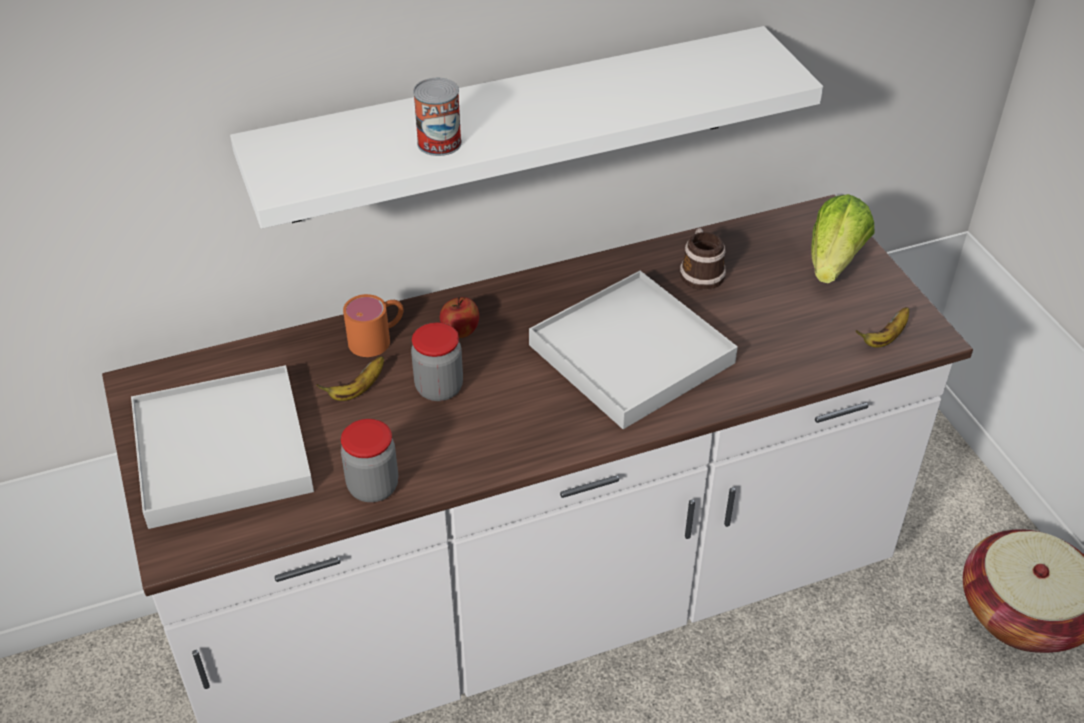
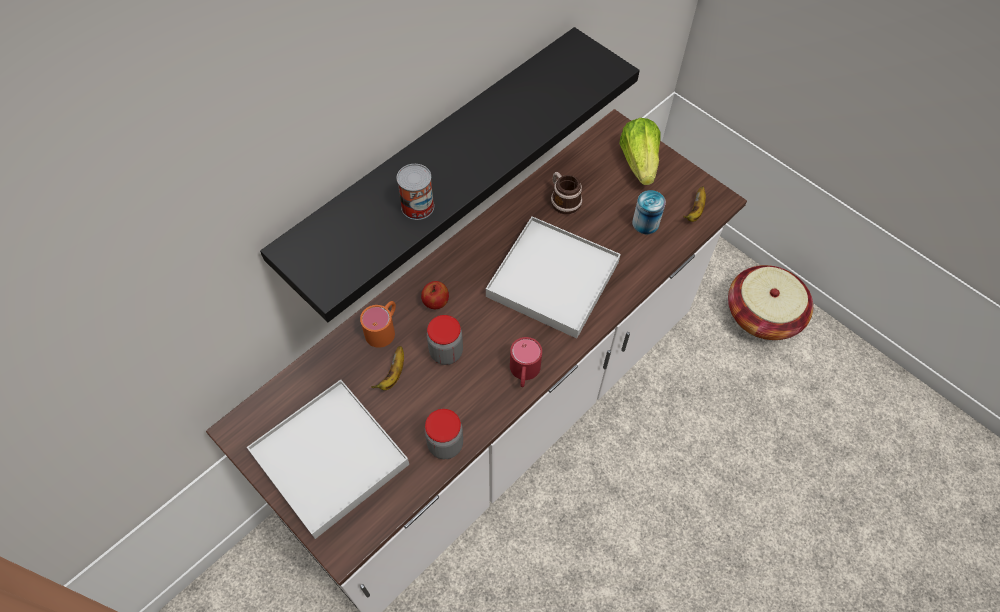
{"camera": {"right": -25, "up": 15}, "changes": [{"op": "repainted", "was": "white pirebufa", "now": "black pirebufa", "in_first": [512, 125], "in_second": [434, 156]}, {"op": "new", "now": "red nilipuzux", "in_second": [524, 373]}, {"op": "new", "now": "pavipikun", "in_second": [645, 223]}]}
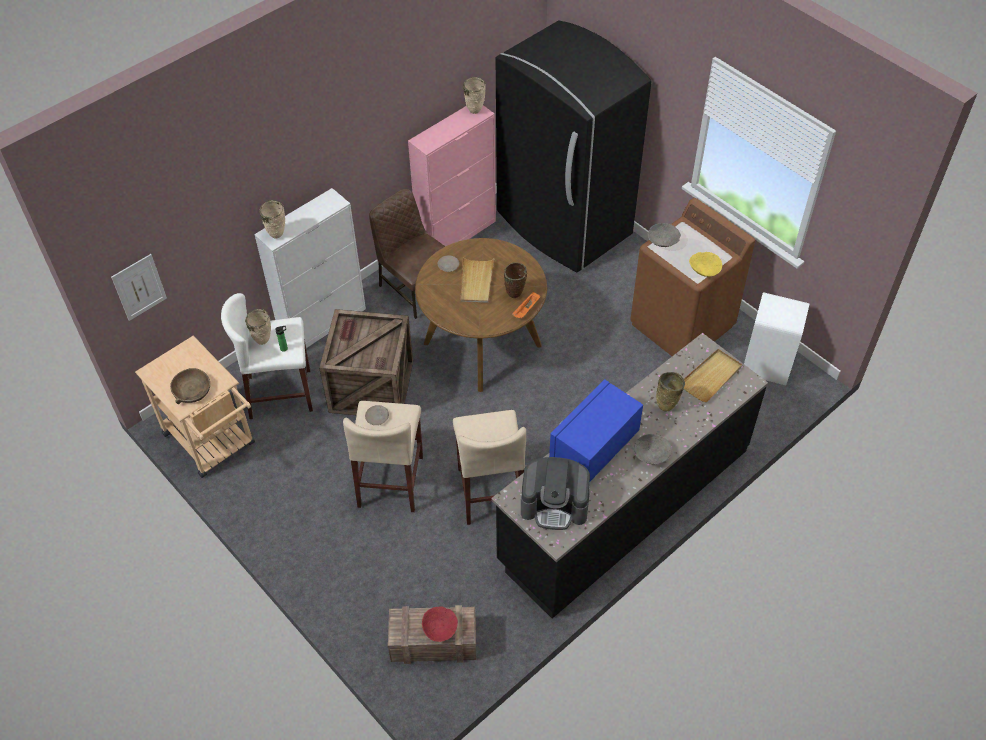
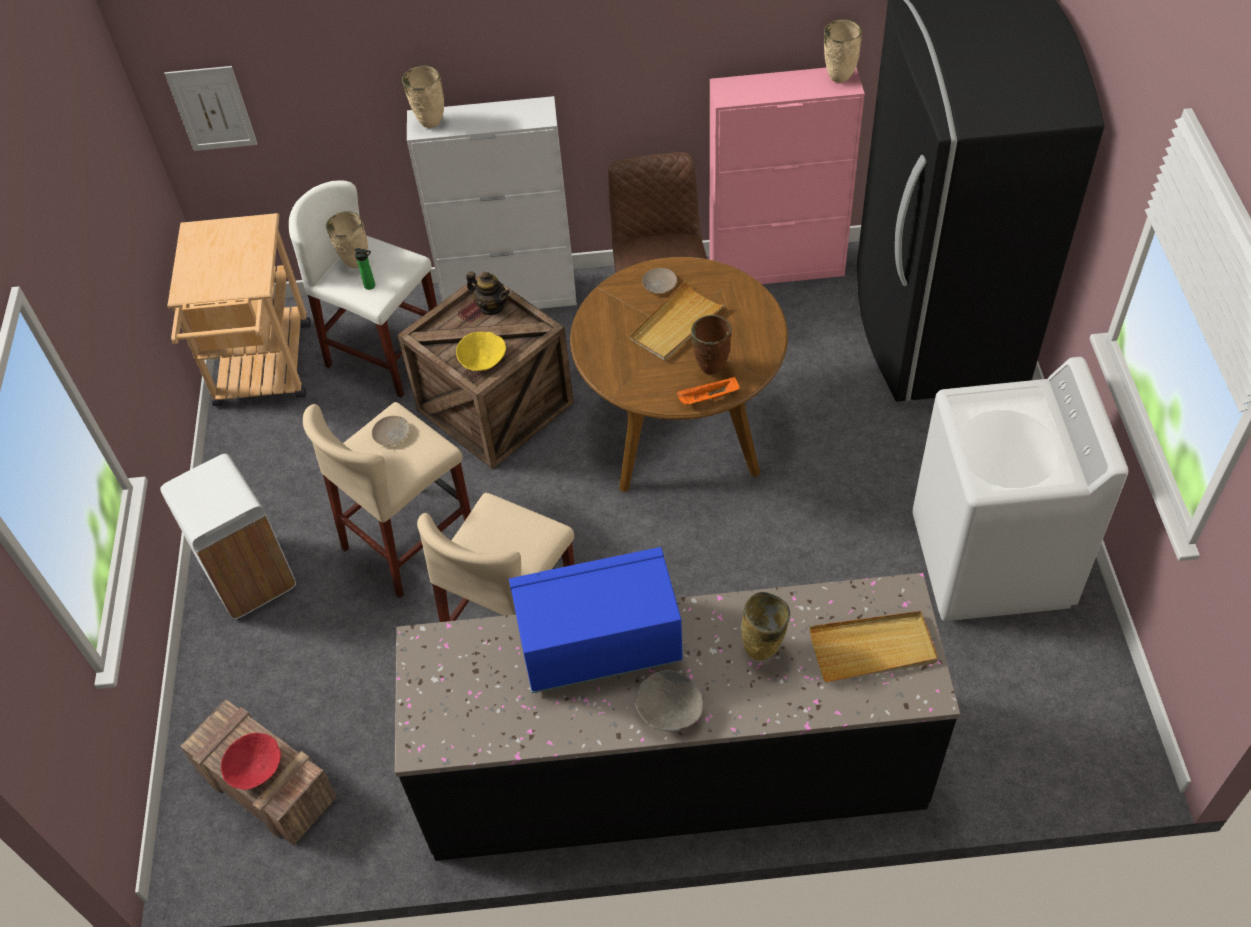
{"camera": {"right": 40, "up": 0}, "changes": [{"op": "gone", "was": "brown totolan", "in_first": [192, 390]}, {"op": "gone", "was": "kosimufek", "in_first": [555, 504]}, {"op": "repainted", "was": "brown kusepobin", "now": "white kusepobin", "in_first": [682, 325], "in_second": [991, 562]}, {"op": "gone", "was": "grey totolan", "in_first": [663, 242]}, {"op": "shifted", "was": "yellow totolan", "in_first": [704, 270], "in_second": [482, 361]}, {"op": "shifted", "was": "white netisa", "in_first": [767, 366], "in_second": [249, 578]}, {"op": "new", "now": "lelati", "in_second": [491, 307]}]}
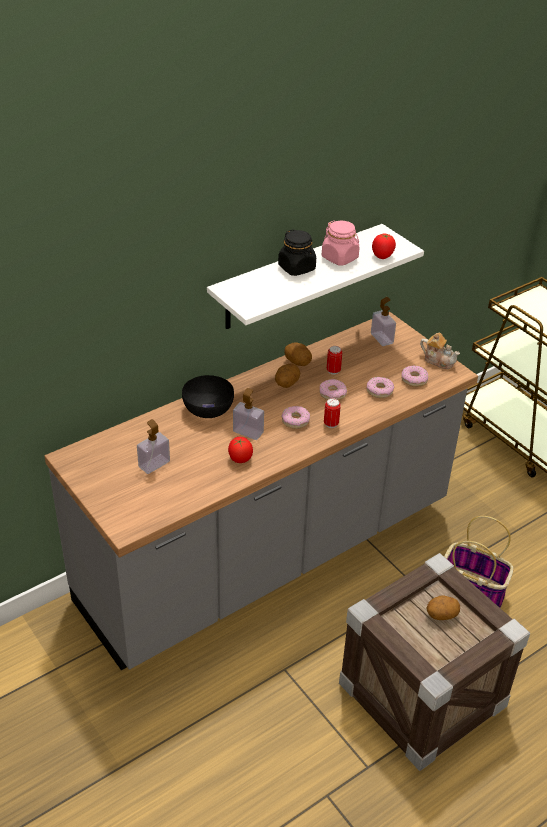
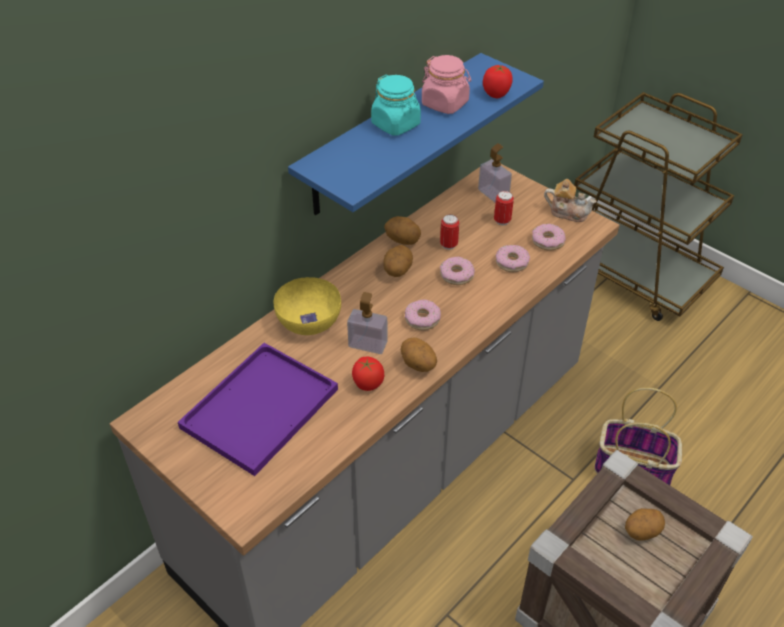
{"camera": {"right": -10, "up": 5}, "changes": [{"op": "swapped", "was": "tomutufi", "now": "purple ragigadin", "in_first": [154, 464], "in_second": [259, 411]}, {"op": "repainted", "was": "black totolan", "now": "yellow totolan", "in_first": [207, 409], "in_second": [308, 321]}, {"op": "repainted", "was": "white pirebufa", "now": "blue pirebufa", "in_first": [297, 277], "in_second": [391, 135]}, {"op": "repainted", "was": "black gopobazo", "now": "turquoise gopobazo", "in_first": [297, 268], "in_second": [396, 124]}, {"op": "shifted", "was": "pavipikun", "in_first": [331, 424], "in_second": [502, 221]}, {"op": "new", "now": "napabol", "in_second": [417, 365]}]}
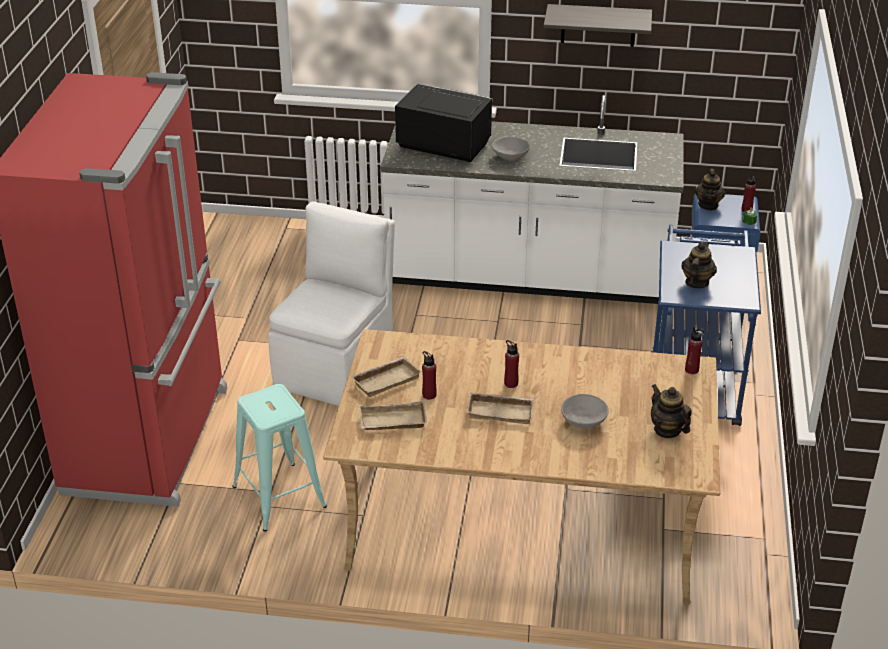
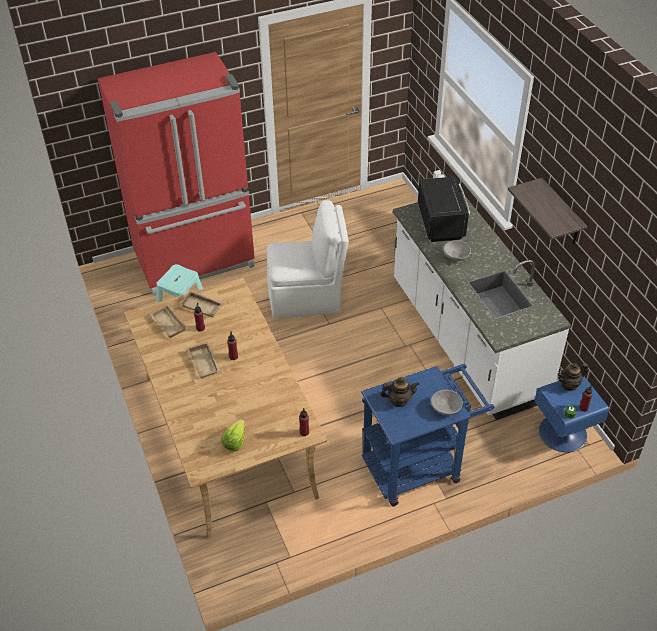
{"camera": {"right": 60, "up": 10}, "changes": [{"op": "shifted", "was": "grey totolan", "in_first": [583, 421], "in_second": [445, 408]}, {"op": "swapped", "was": "lelati", "now": "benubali", "in_first": [667, 430], "in_second": [235, 441]}]}
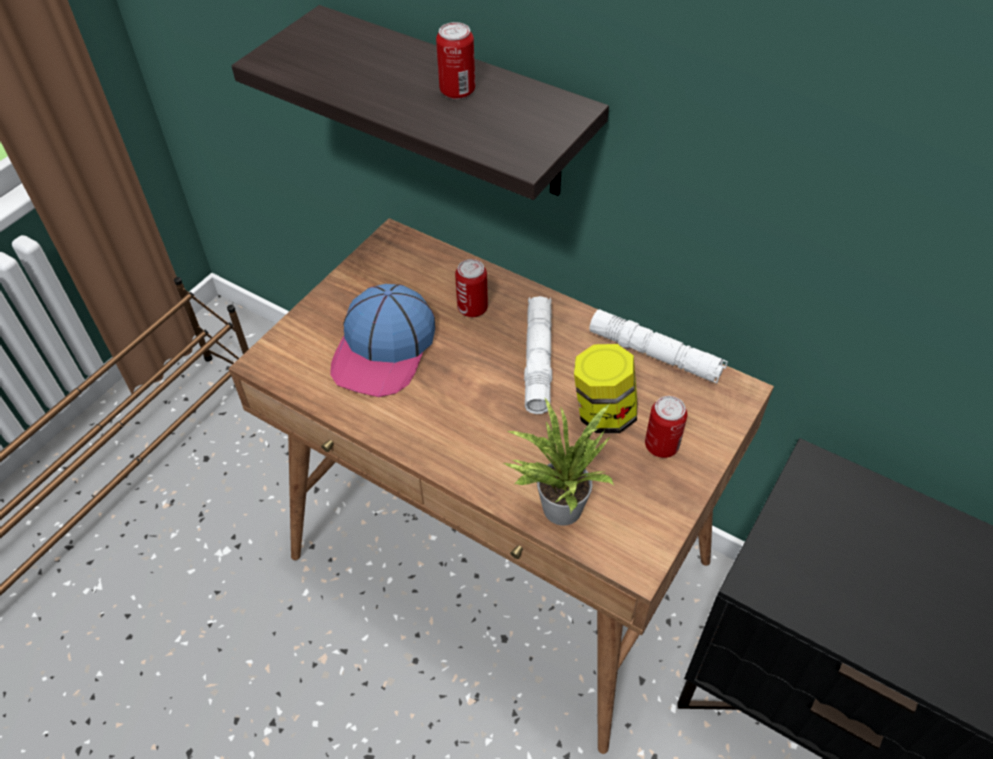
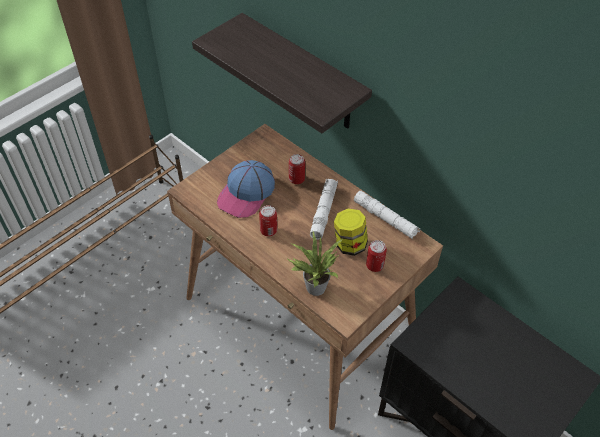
{"camera": {"right": 10, "up": 0}, "changes": [{"op": "shifted", "was": "pavipikun", "in_first": [457, 91], "in_second": [268, 230]}]}
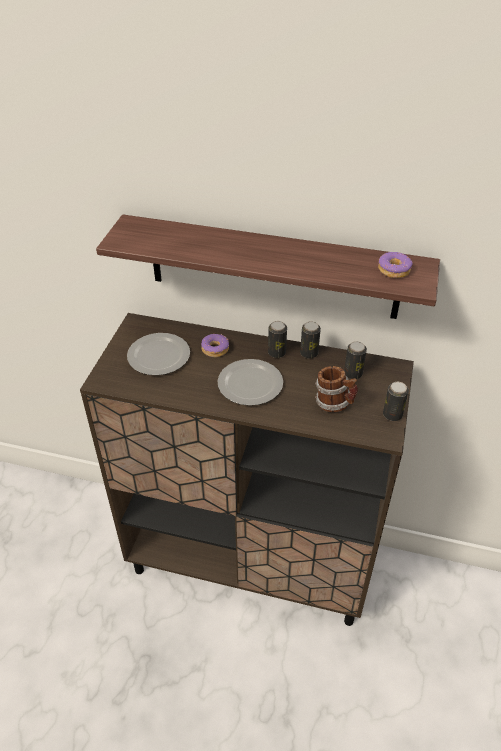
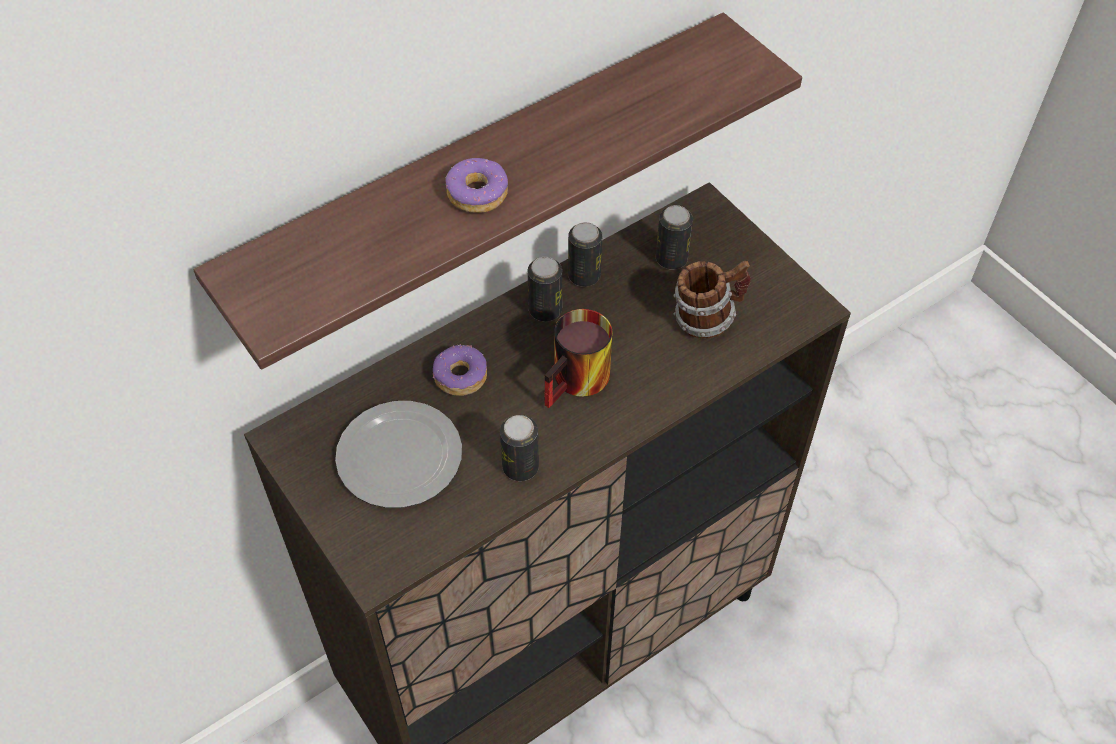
{"camera": {"right": -50, "up": 10}, "changes": [{"op": "swapped", "was": "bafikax", "now": "nilipuzux", "in_first": [251, 384], "in_second": [579, 383]}, {"op": "shifted", "was": "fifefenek", "in_first": [394, 270], "in_second": [478, 193]}, {"op": "shifted", "was": "pavipikun", "in_first": [392, 414], "in_second": [520, 467]}]}
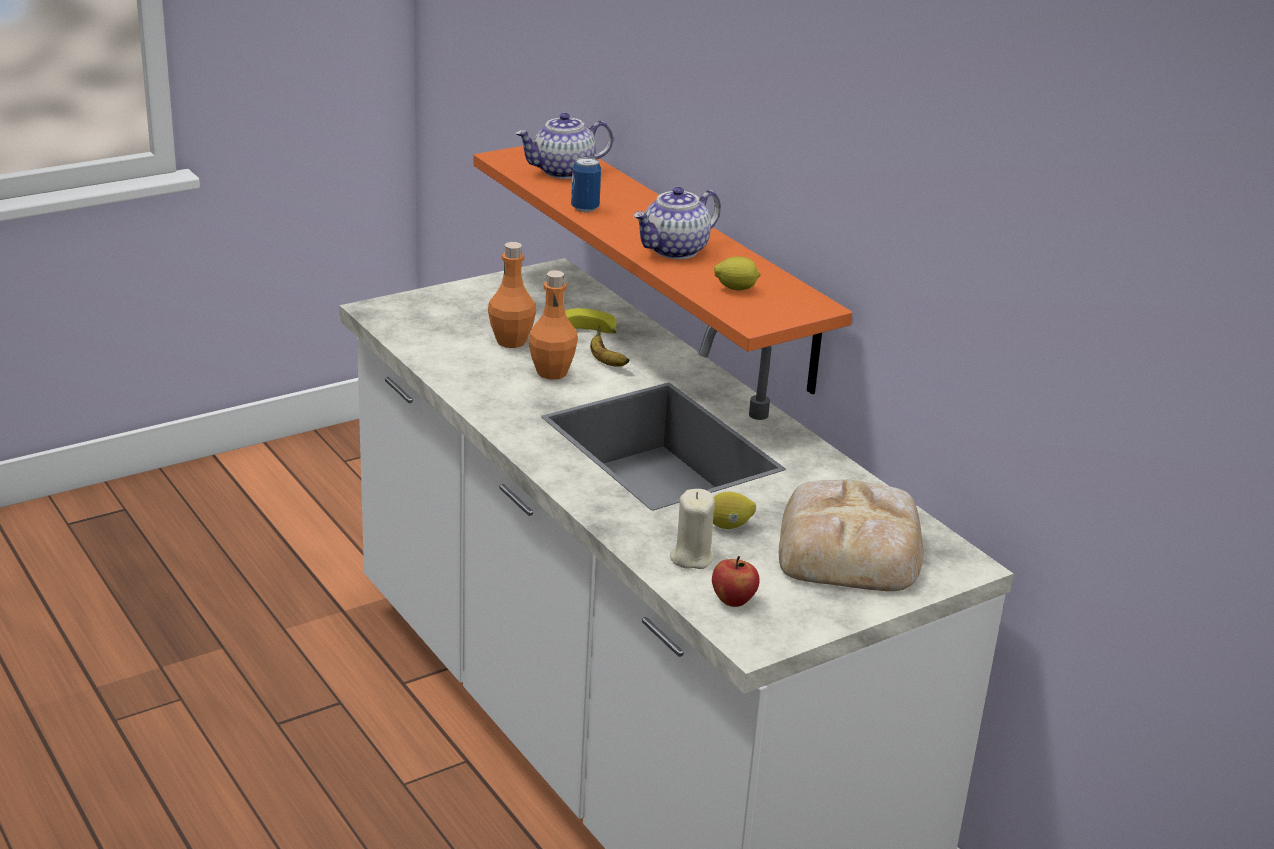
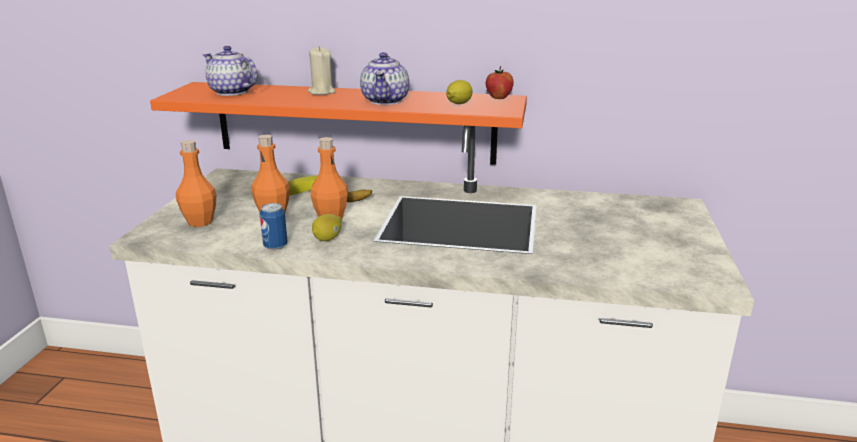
{"camera": {"right": -45, "up": -5}, "changes": [{"op": "rotated", "was": "lelati", "in_first": [563, 172], "in_second": [231, 92], "clockwise": 105}, {"op": "shifted", "was": "pavipikun", "in_first": [585, 208], "in_second": [275, 246]}, {"op": "shifted", "was": "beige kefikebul", "in_first": [691, 557], "in_second": [321, 92]}, {"op": "shifted", "was": "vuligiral", "in_first": [733, 601], "in_second": [498, 97]}, {"op": "shifted", "was": "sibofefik", "in_first": [729, 526], "in_second": [328, 239]}, {"op": "gone", "was": "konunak", "in_first": [851, 547]}, {"op": "new", "now": "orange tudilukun", "in_second": [200, 222]}]}
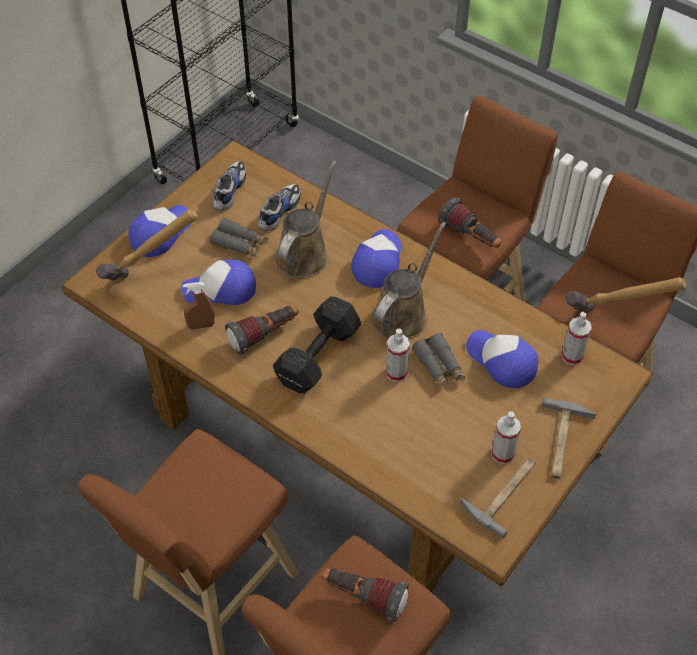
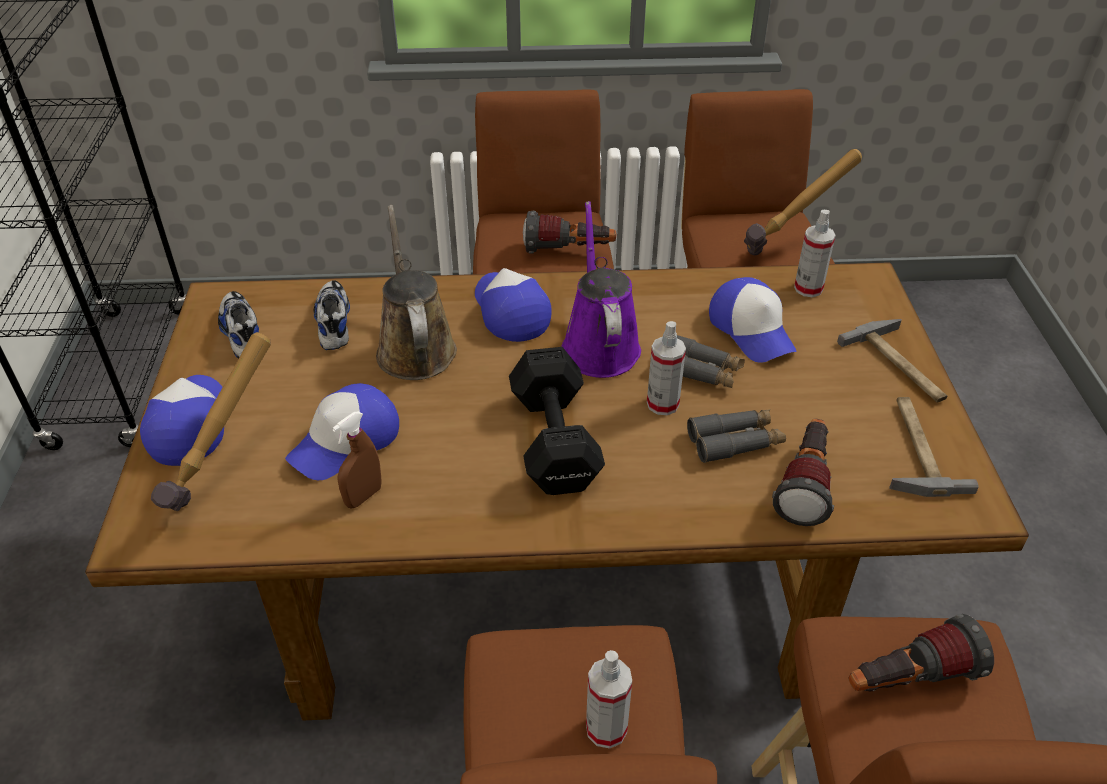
{"camera": {"right": -40, "up": -10}, "changes": [{"op": "shifted", "was": "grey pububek", "in_first": [240, 243], "in_second": [735, 442]}, {"op": "shifted", "was": "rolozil", "in_first": [265, 335], "in_second": [804, 484]}, {"op": "repainted", "was": "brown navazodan", "now": "purple navazodan", "in_first": [403, 314], "in_second": [599, 345]}, {"op": "rotated", "was": "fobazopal", "in_first": [501, 361], "in_second": [752, 330], "clockwise": -120}, {"op": "shifted", "was": "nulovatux", "in_first": [502, 454], "in_second": [606, 729]}]}
